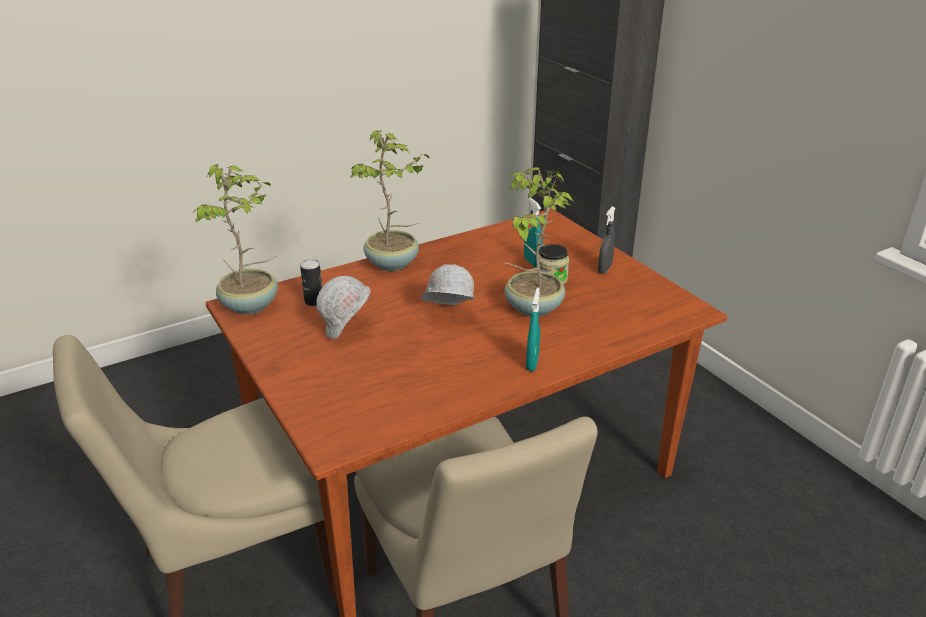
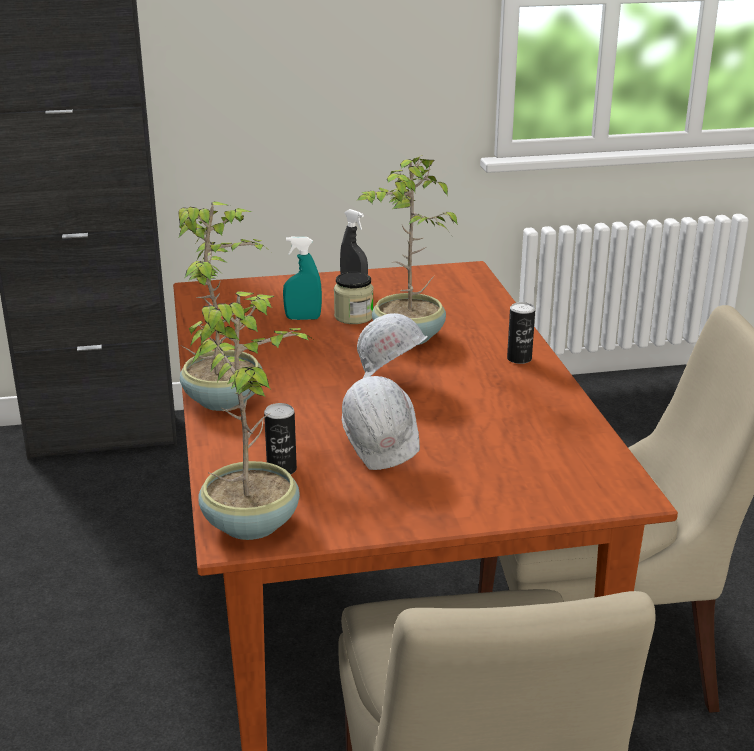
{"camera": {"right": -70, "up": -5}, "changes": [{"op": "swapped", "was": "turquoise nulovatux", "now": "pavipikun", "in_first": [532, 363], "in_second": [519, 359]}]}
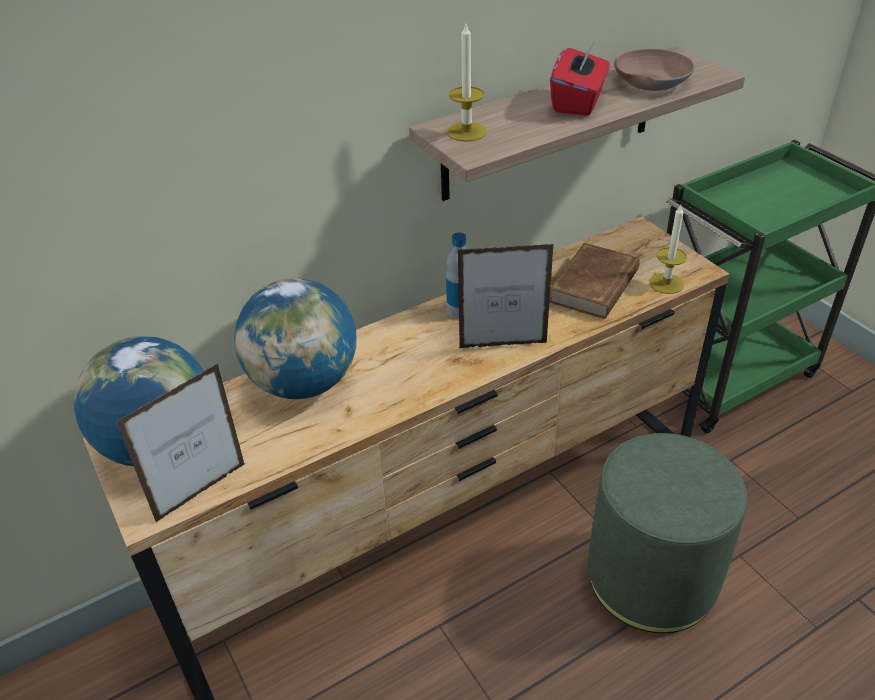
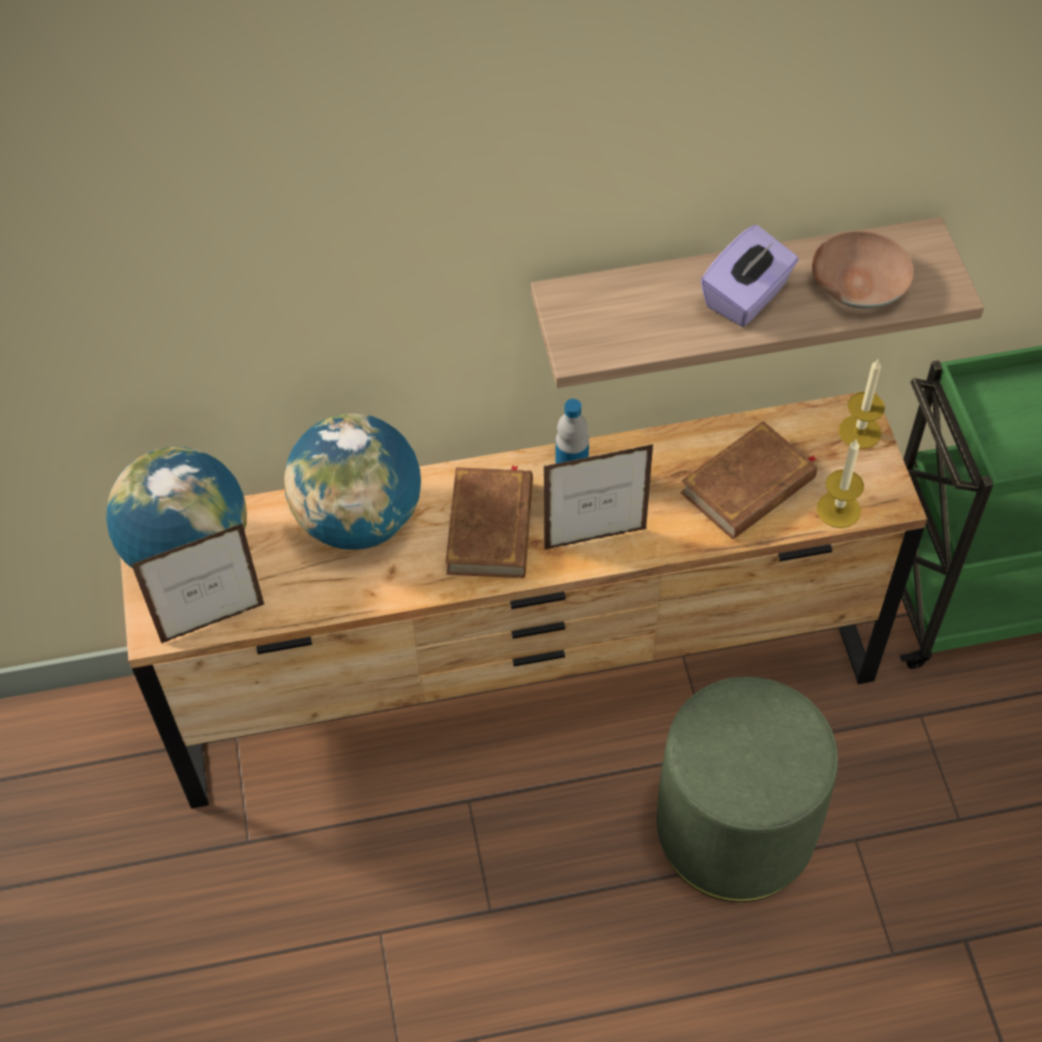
{"camera": {"right": 20, "up": 15}, "changes": [{"op": "shifted", "was": "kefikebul", "in_first": [466, 132], "in_second": [859, 432]}, {"op": "rotated", "was": "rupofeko", "in_first": [502, 345], "in_second": [595, 539], "clockwise": 150}, {"op": "repainted", "was": "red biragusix", "now": "purple biragusix", "in_first": [578, 102], "in_second": [746, 297]}, {"op": "new", "now": "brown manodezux", "in_second": [491, 527]}]}
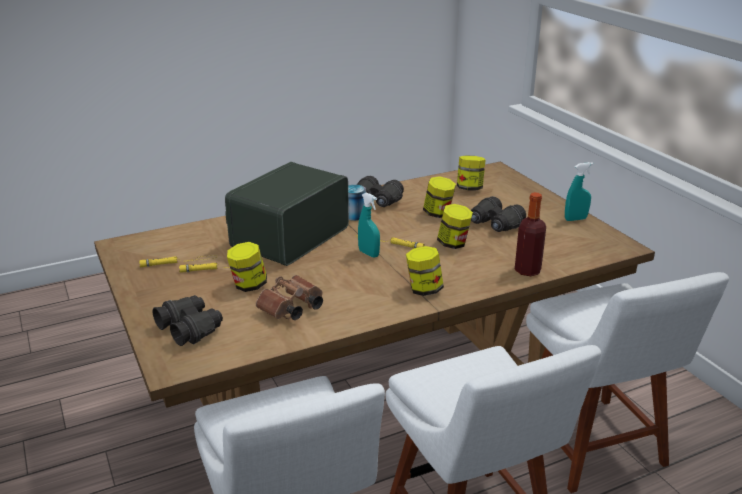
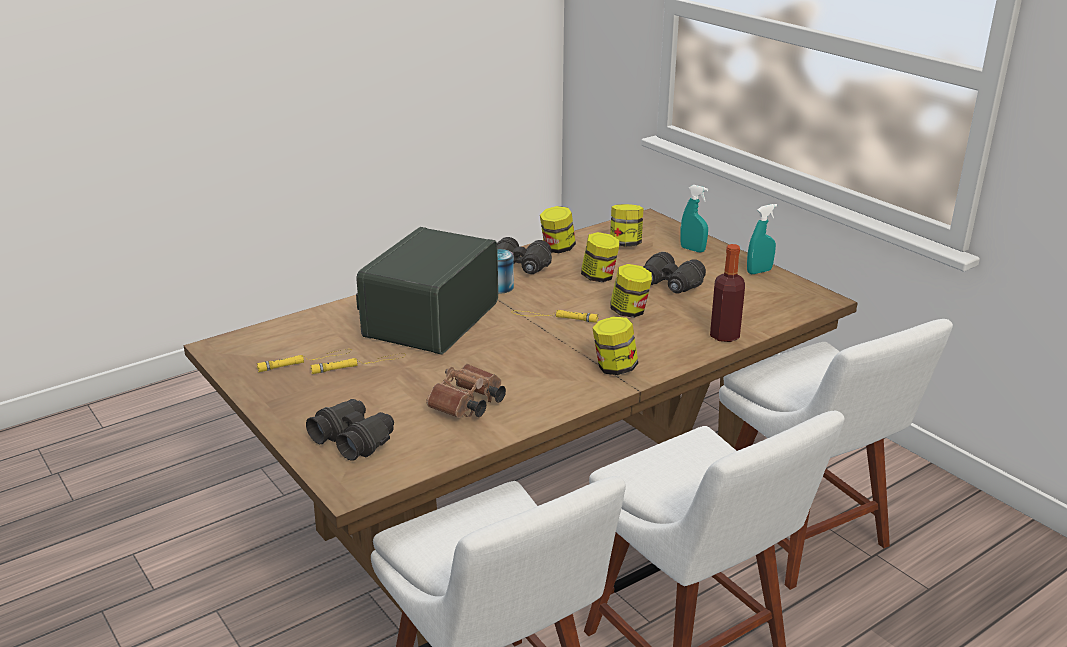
{"camera": {"right": -10, "up": 0}, "changes": [{"op": "shifted", "was": "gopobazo", "in_first": [248, 285], "in_second": [557, 249]}, {"op": "shifted", "was": "turquoise nulovatux", "in_first": [368, 253], "in_second": [692, 249]}]}
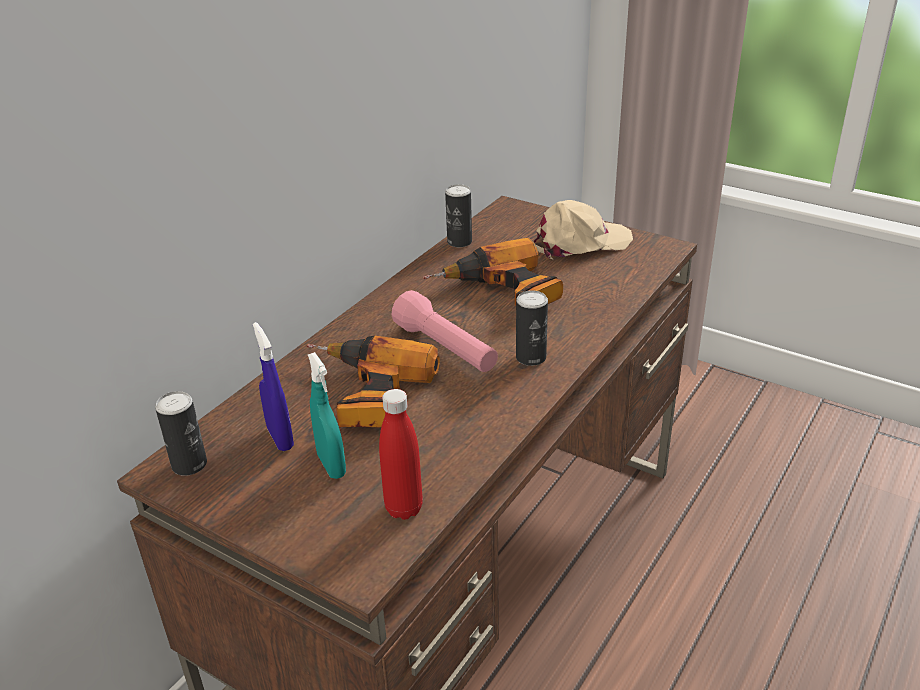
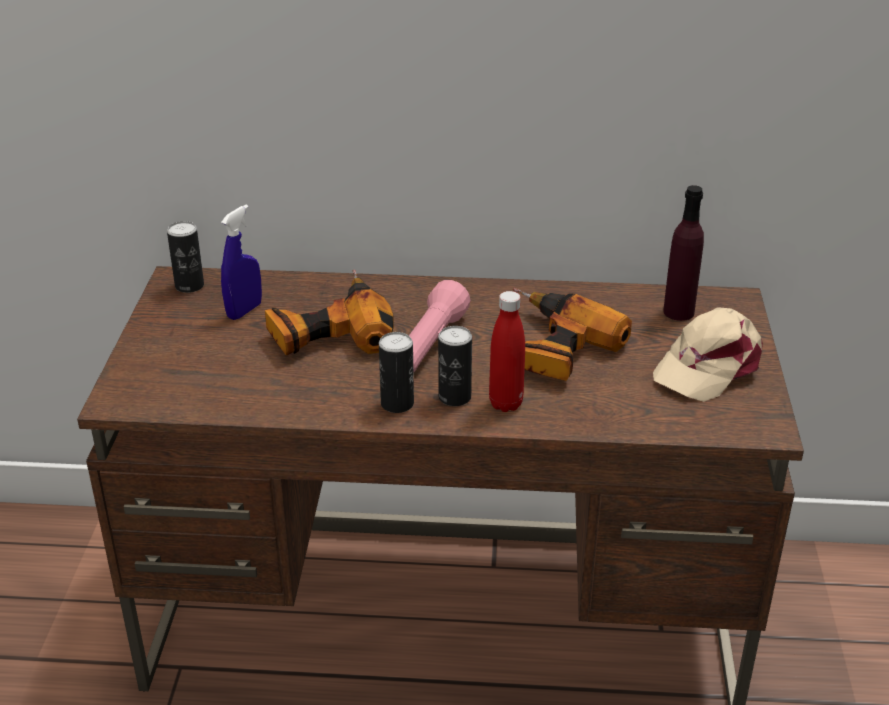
{"camera": {"right": 60, "up": 0}, "changes": [{"op": "gone", "was": "turquoise nulovatux", "in_first": [331, 465]}, {"op": "shifted", "was": "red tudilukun", "in_first": [404, 508], "in_second": [505, 403]}, {"op": "shifted", "was": "pavipikun", "in_first": [459, 242], "in_second": [397, 403]}, {"op": "rotated", "was": "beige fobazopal", "in_first": [579, 243], "in_second": [708, 366], "clockwise": 90}, {"op": "new", "now": "purple tudilukun", "in_second": [678, 312]}]}
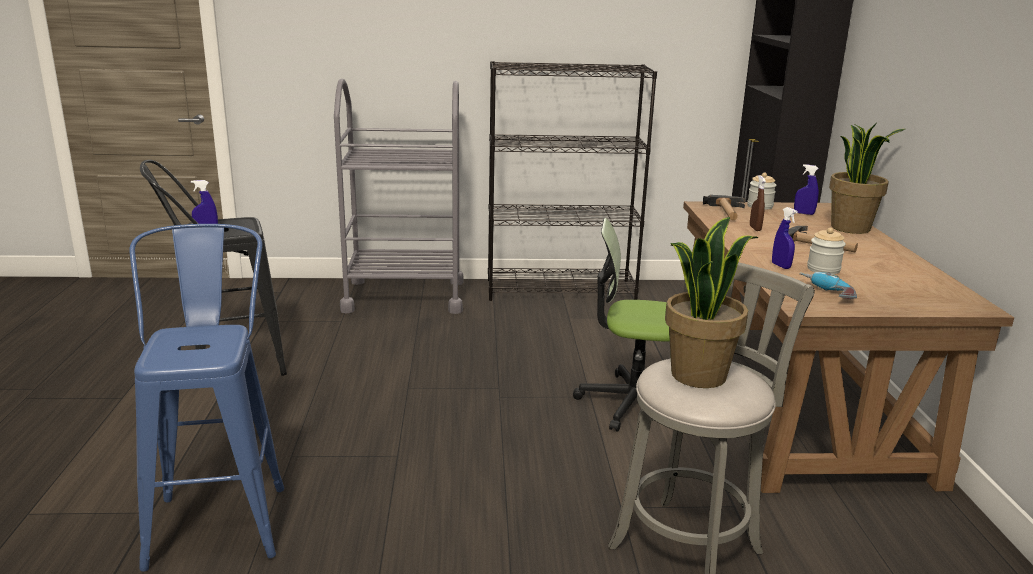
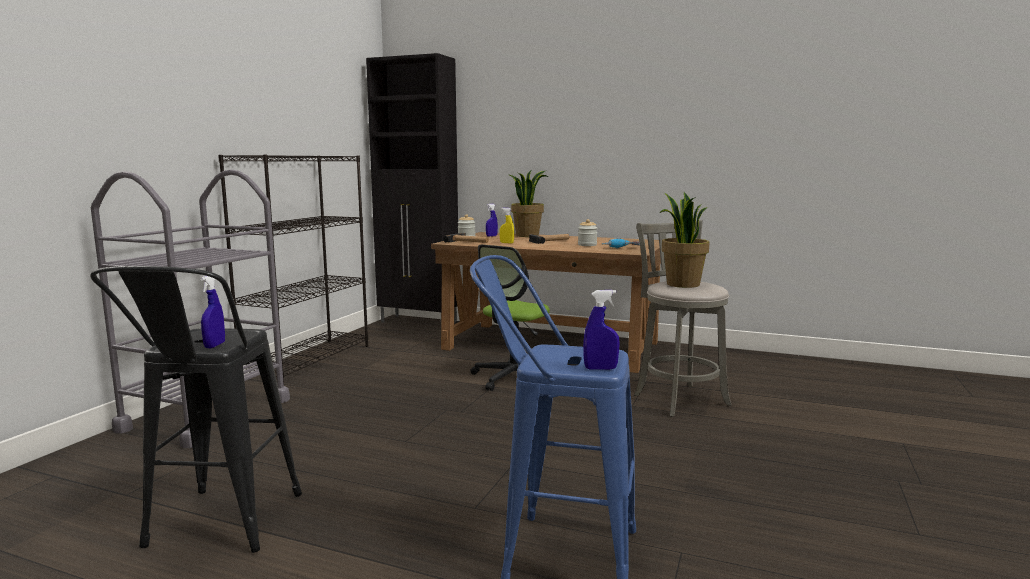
{"camera": {"right": -65, "up": -10}, "changes": [{"op": "repainted", "was": "brown nulovatux", "now": "yellow nulovatux", "in_first": [755, 228], "in_second": [506, 243]}, {"op": "shifted", "was": "blue nulovatux", "in_first": [781, 266], "in_second": [600, 368]}]}
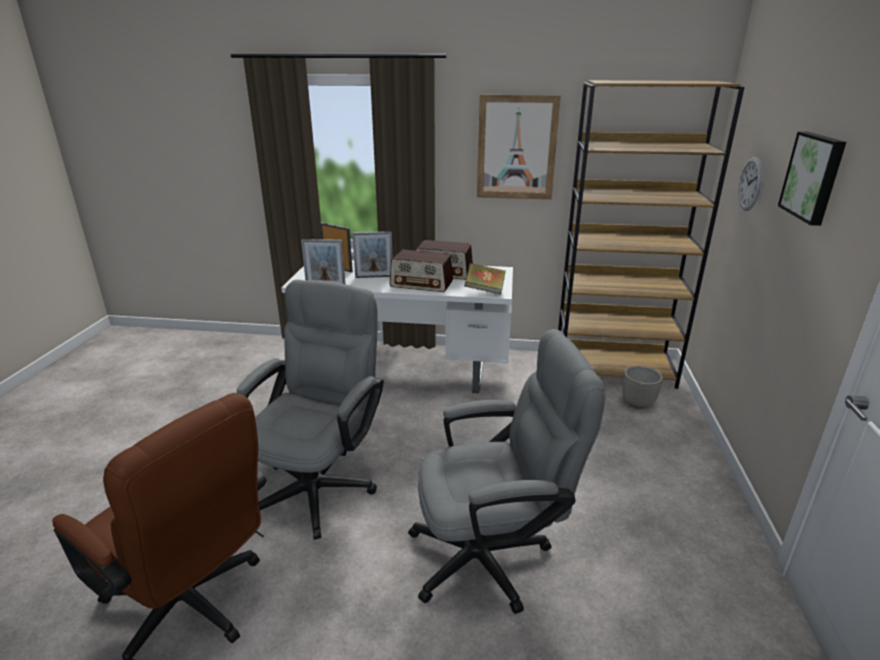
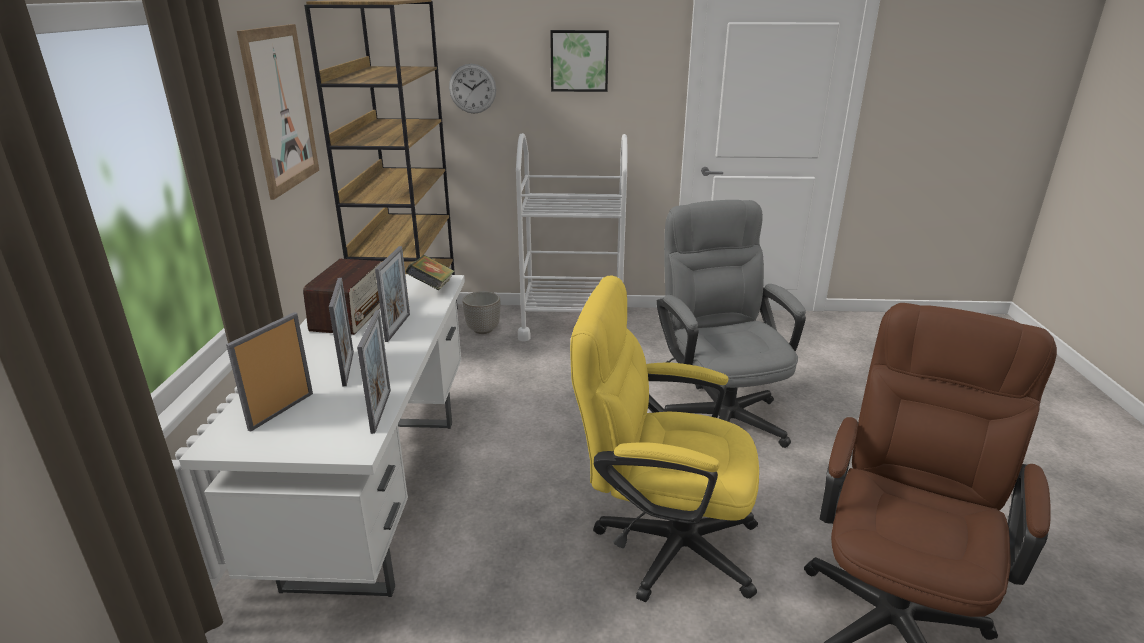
{"camera": {"right": -95, "up": 0}, "changes": [{"op": "repainted", "was": "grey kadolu", "now": "yellow kadolu", "in_first": [321, 482], "in_second": [661, 542]}, {"op": "swapped", "was": "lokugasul", "now": "rupofeko", "in_first": [422, 284], "in_second": [398, 327]}, {"op": "new", "now": "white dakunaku", "in_second": [572, 324]}]}
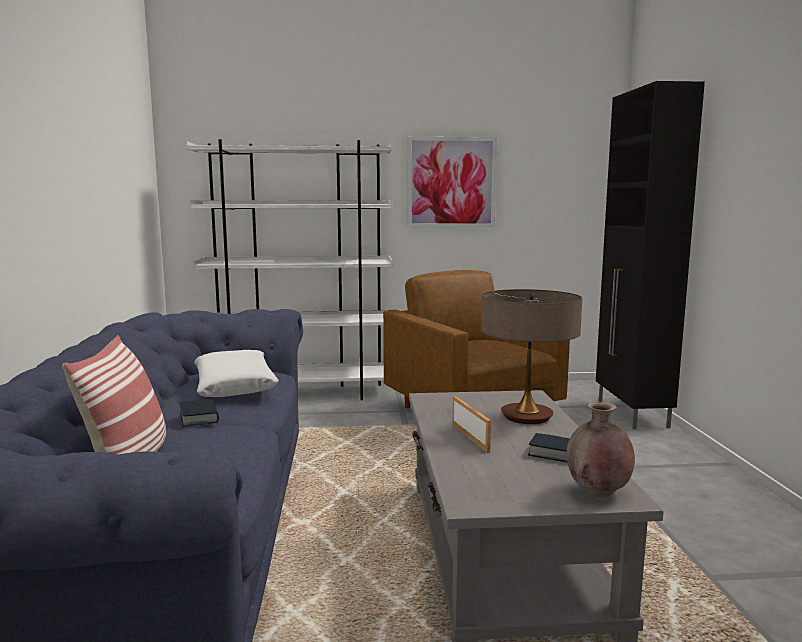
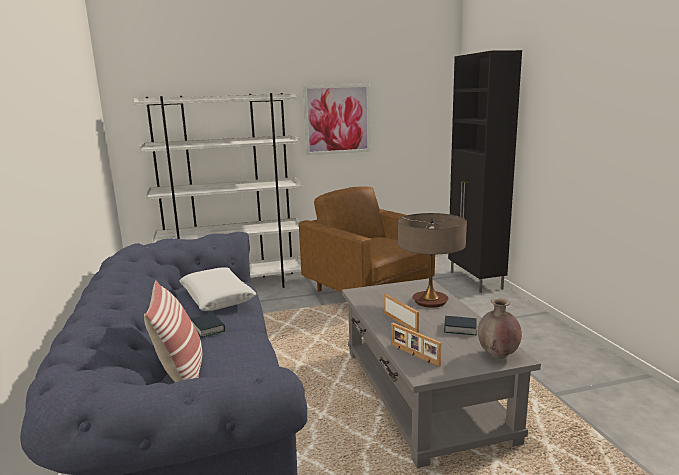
{"camera": {"right": -10, "up": 5}, "changes": [{"op": "new", "now": "rupofeko", "in_second": [414, 355]}]}
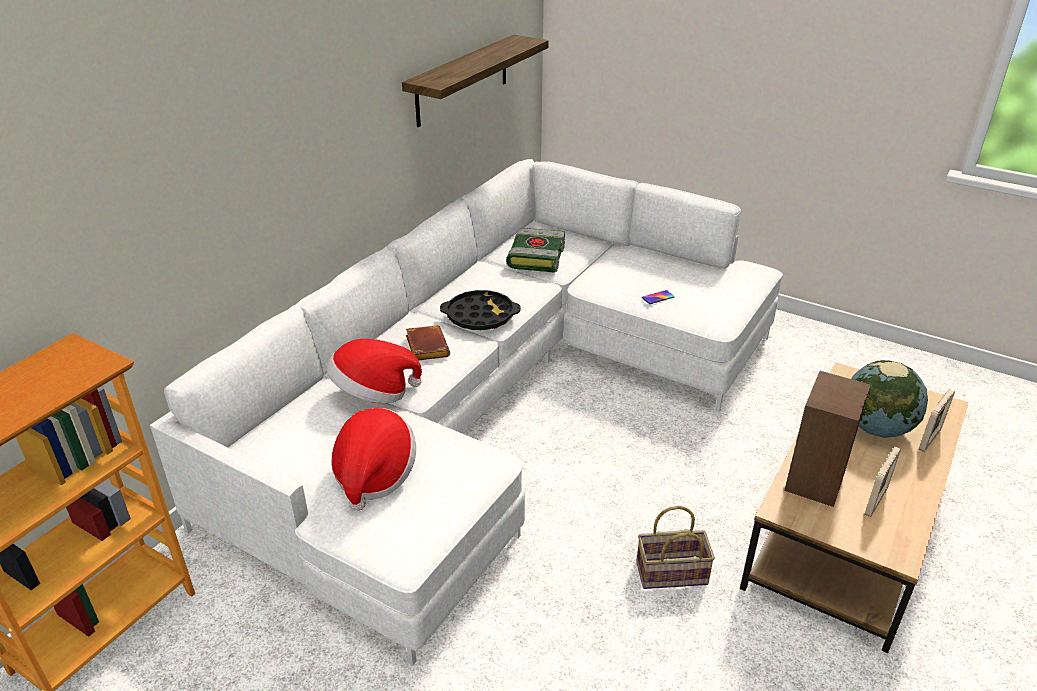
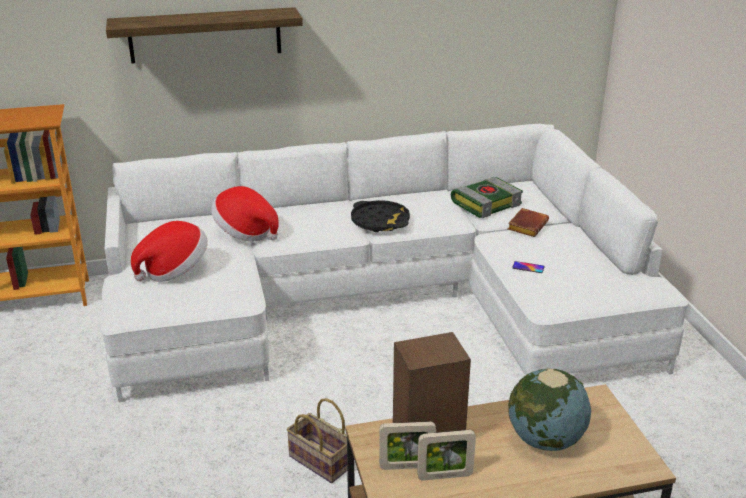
{"camera": {"right": 45, "up": -5}, "changes": [{"op": "shifted", "was": "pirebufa", "in_first": [462, 80], "in_second": [205, 35]}, {"op": "shifted", "was": "brown manodezux", "in_first": [425, 347], "in_second": [526, 225]}, {"op": "shifted", "was": "rupofeko", "in_first": [929, 440], "in_second": [406, 466]}]}
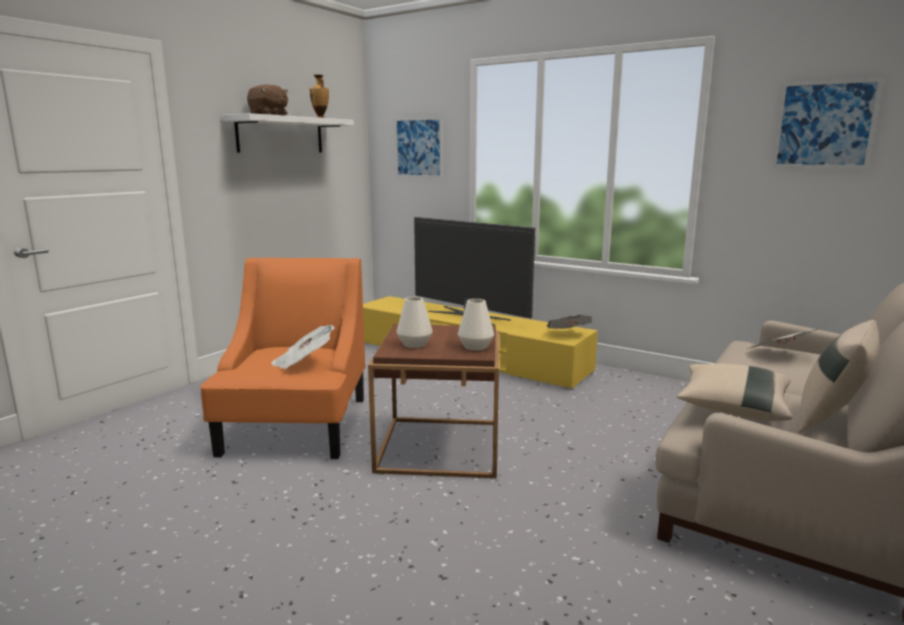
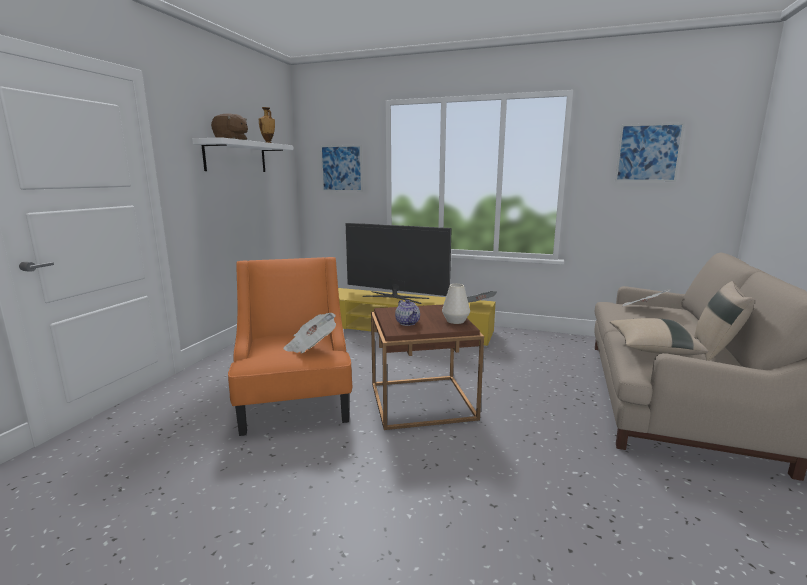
{"camera": {"right": -15, "up": 0}, "changes": [{"op": "swapped", "was": "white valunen", "now": "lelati", "in_first": [414, 344], "in_second": [408, 323]}]}
